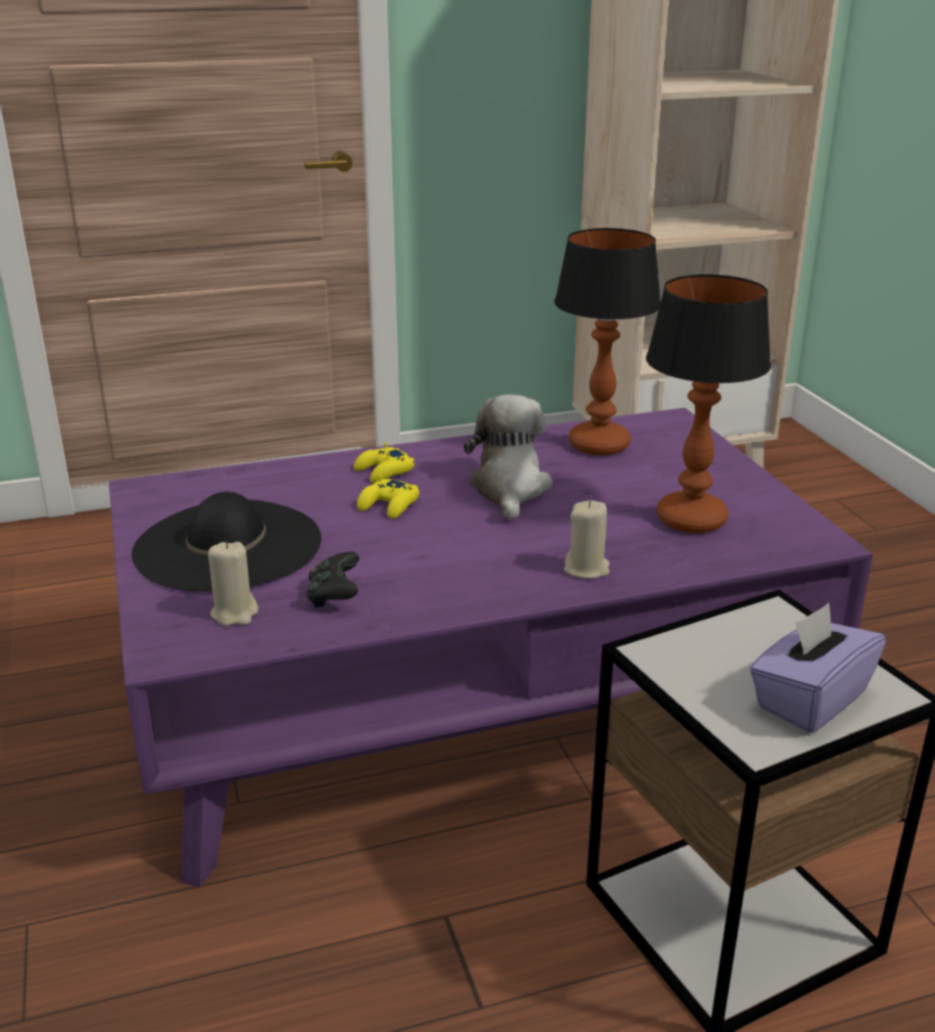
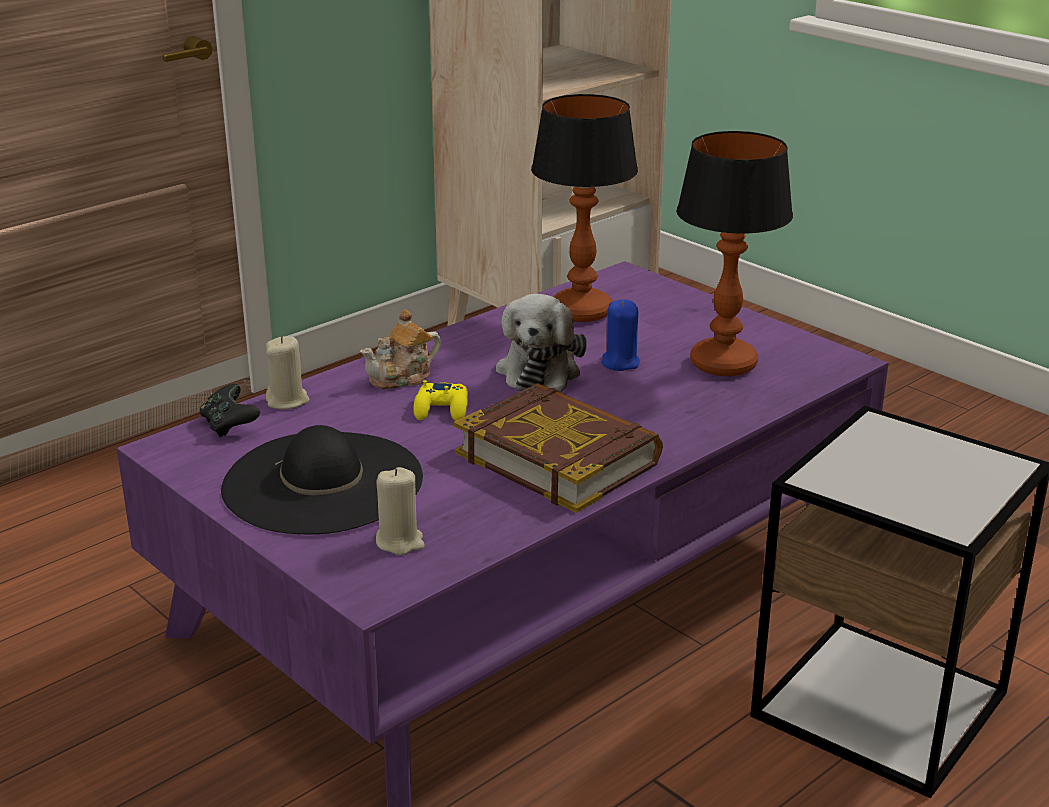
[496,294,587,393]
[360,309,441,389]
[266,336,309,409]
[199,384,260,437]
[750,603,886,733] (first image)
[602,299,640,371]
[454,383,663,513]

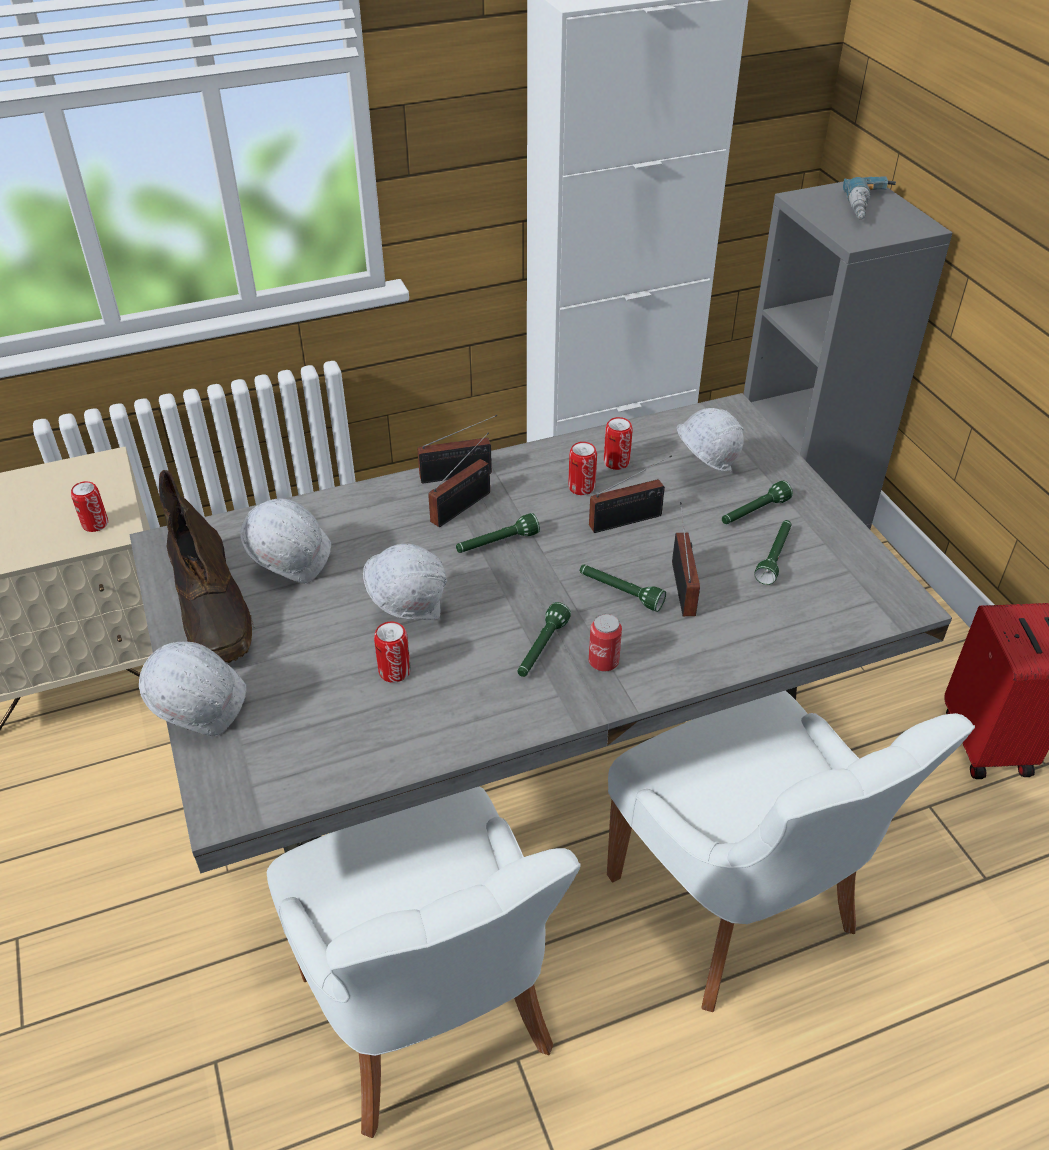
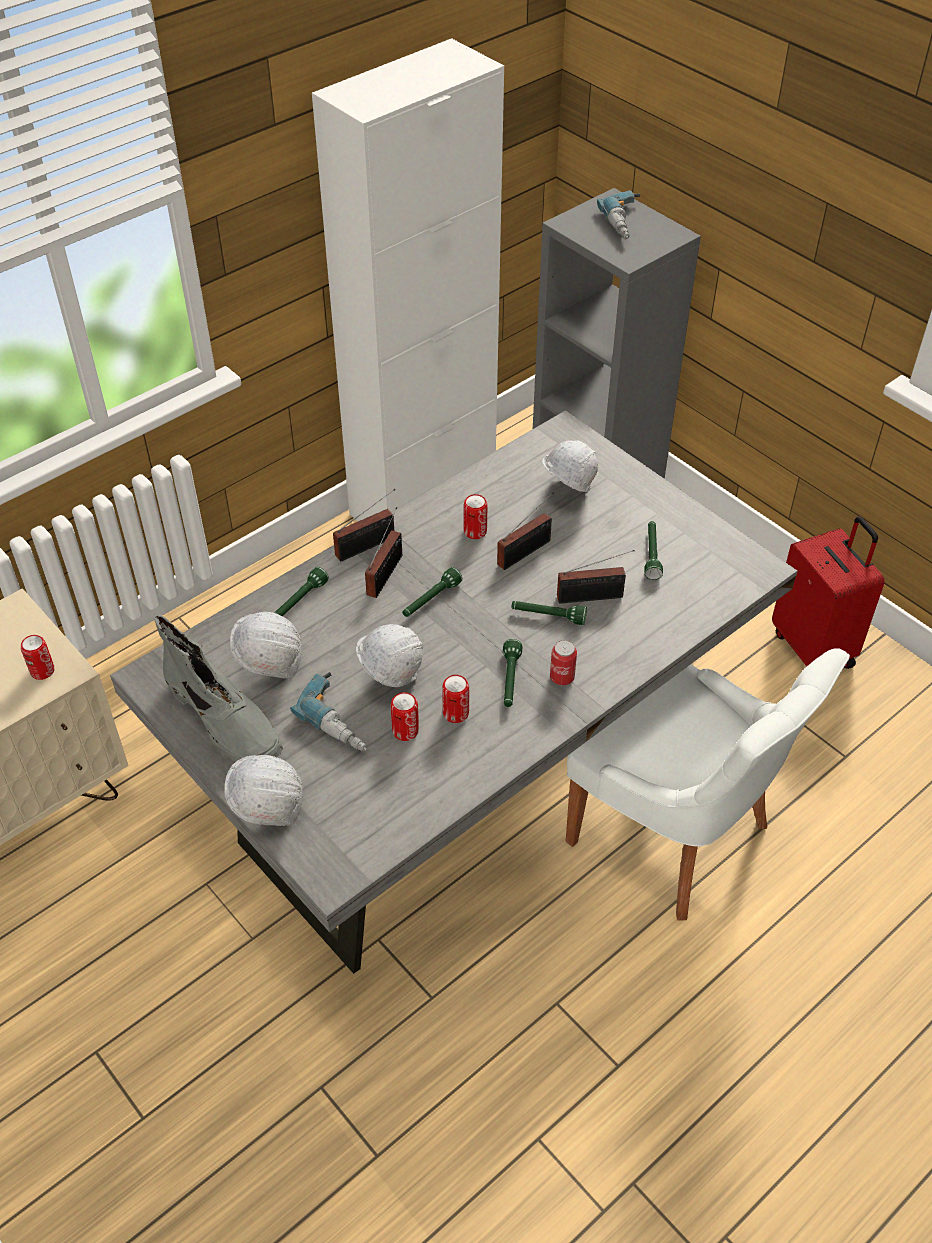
[442,675,469,723]
[155,615,283,762]
[274,567,329,616]
[557,550,634,604]
[267,787,581,1138] (first image)
[290,672,367,751]

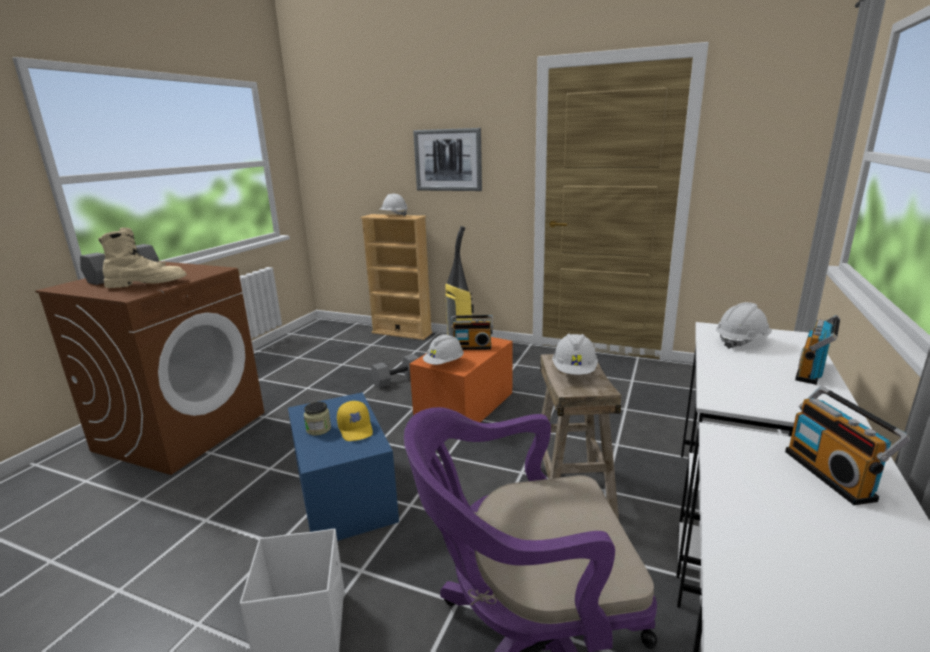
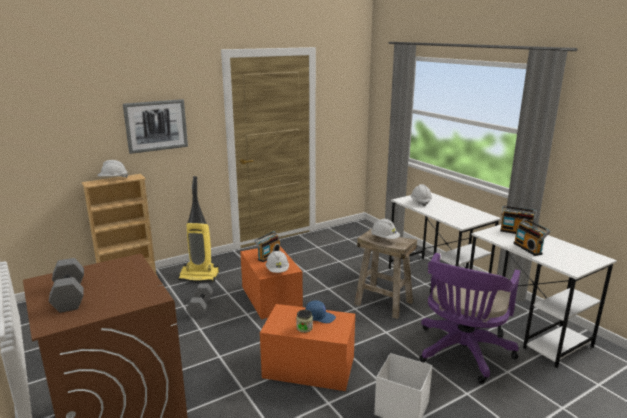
[98,227,187,288] (first image)
[513,218,550,256]
[260,304,355,391]
[305,300,336,323]

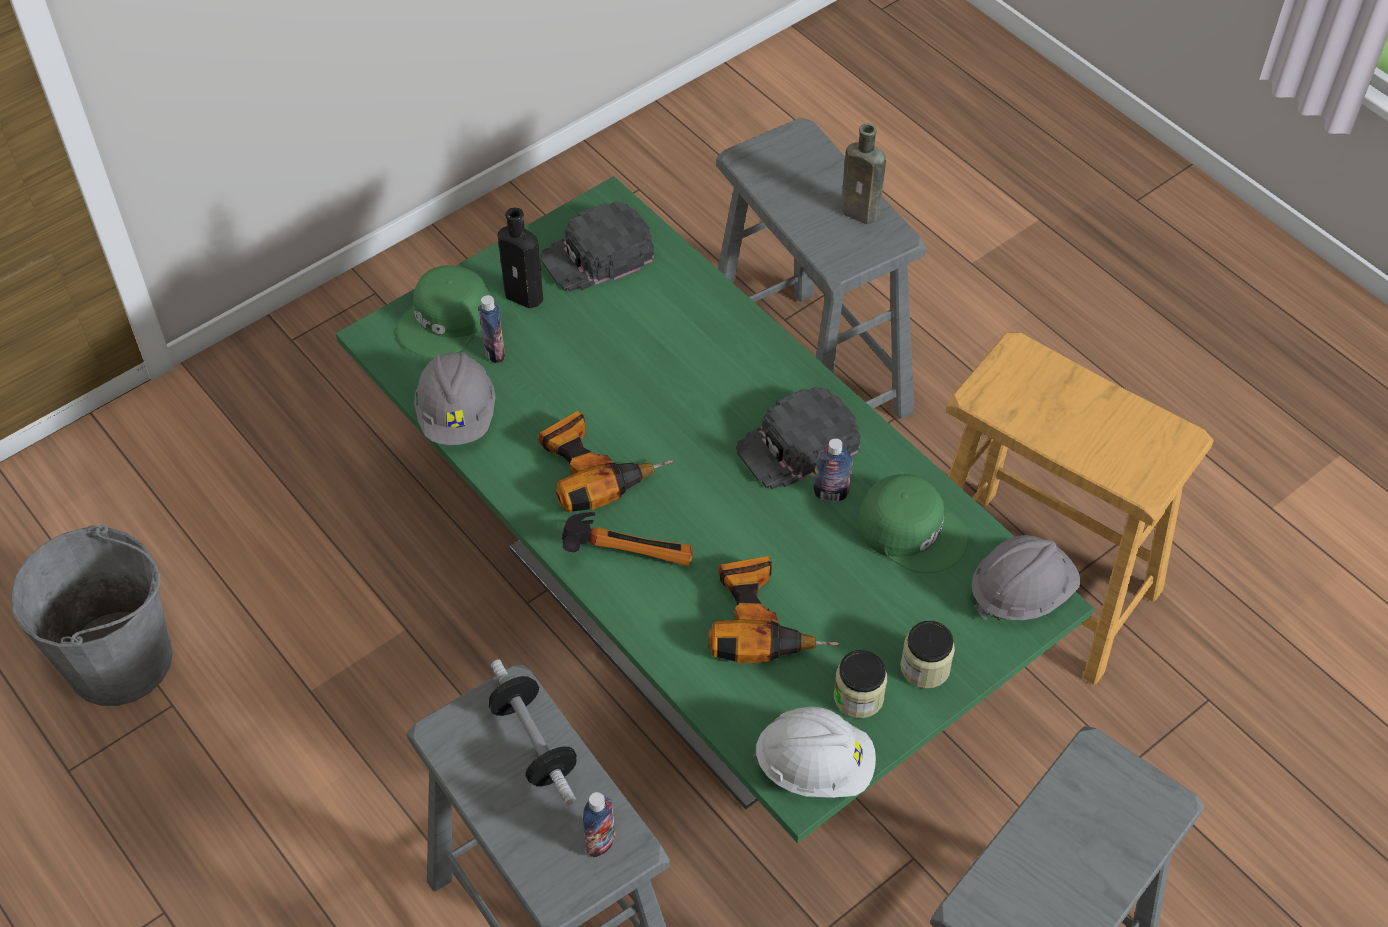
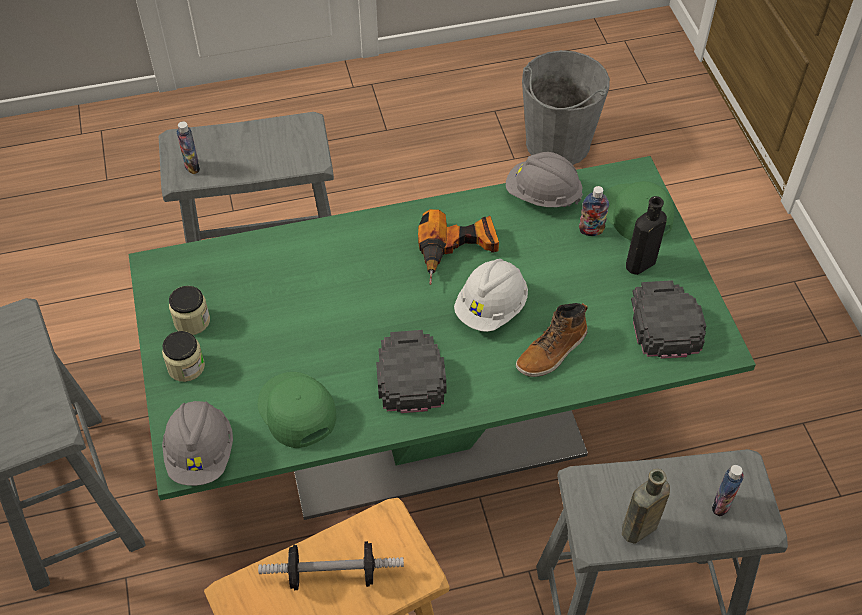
[712,465,744,516]
[258,372,336,448]
[562,512,693,566] (first image)
[708,556,839,663] (first image)
[258,541,404,590]
[454,259,528,332]
[516,303,588,377]

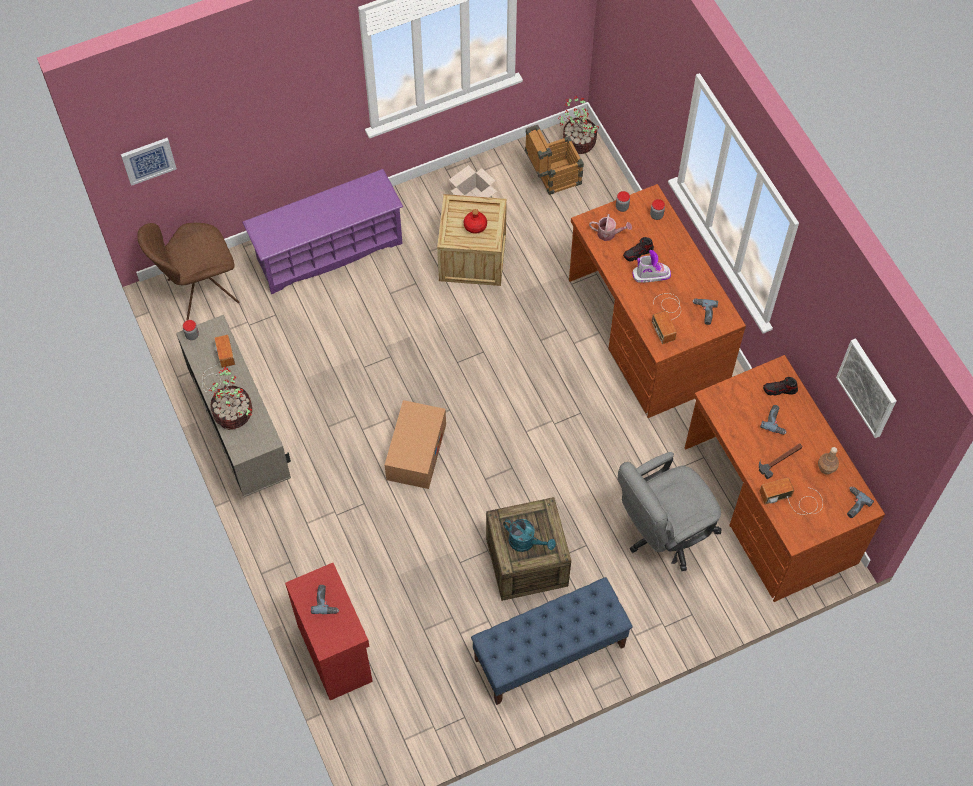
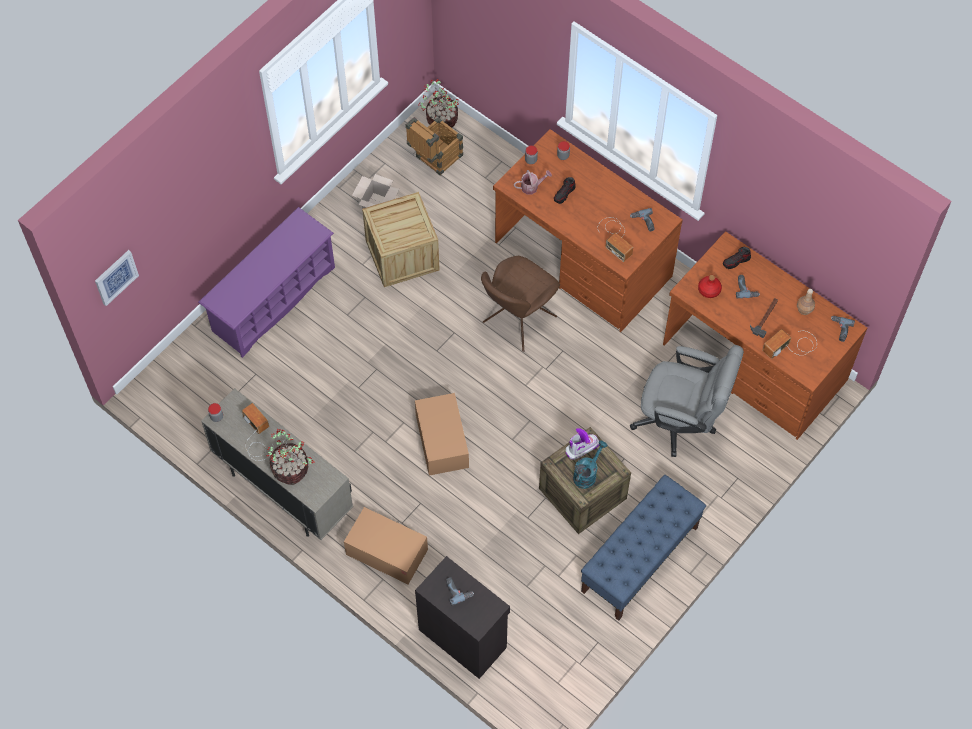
[698,275,722,298]
[481,256,560,352]
[565,428,599,460]
[836,338,896,438] (first image)
[630,345,744,457]
[573,440,608,489]
[415,556,510,679]
[344,507,428,584]

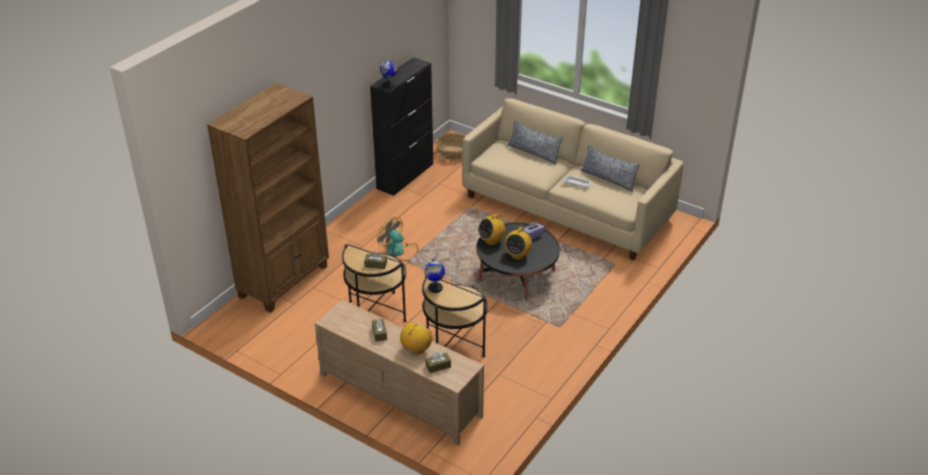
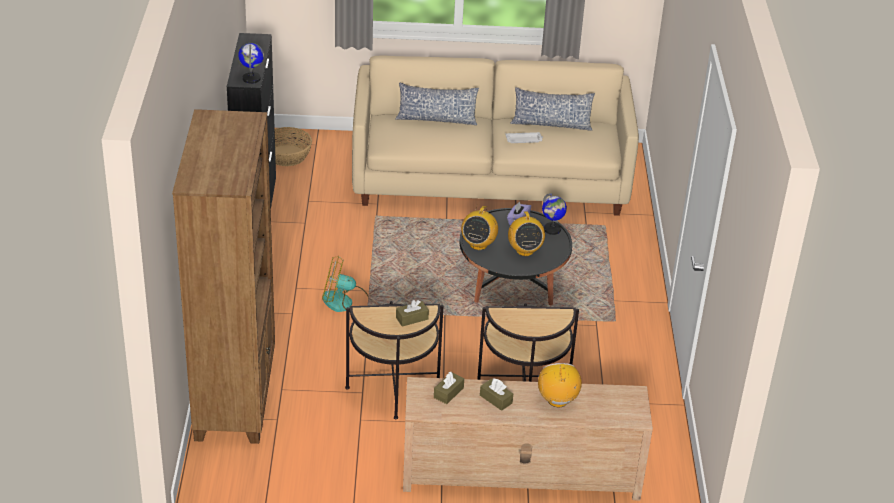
[542,193,567,235]
[434,372,464,404]

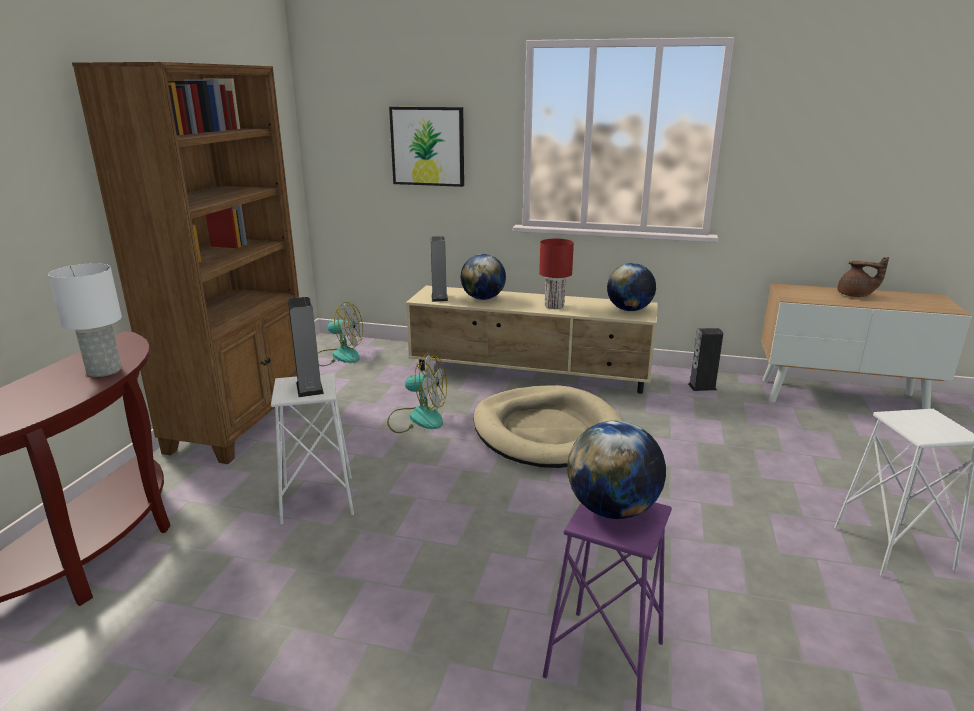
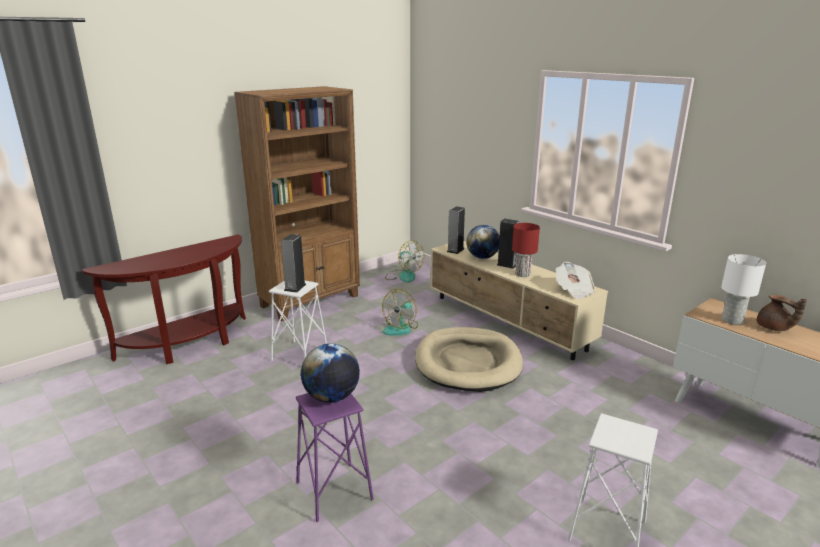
[389,107,464,187] (first image)
[721,254,766,325]
[556,262,595,300]
[497,218,520,269]
[382,289,418,336]

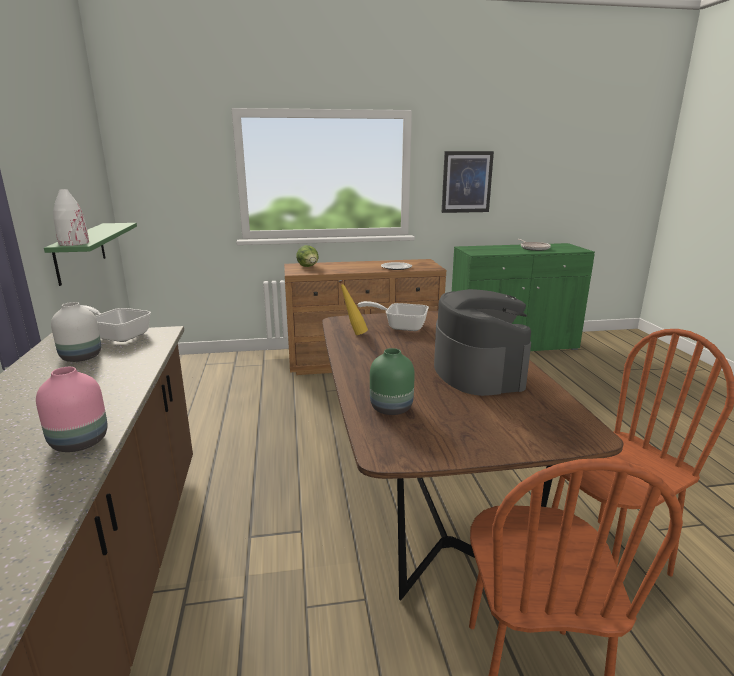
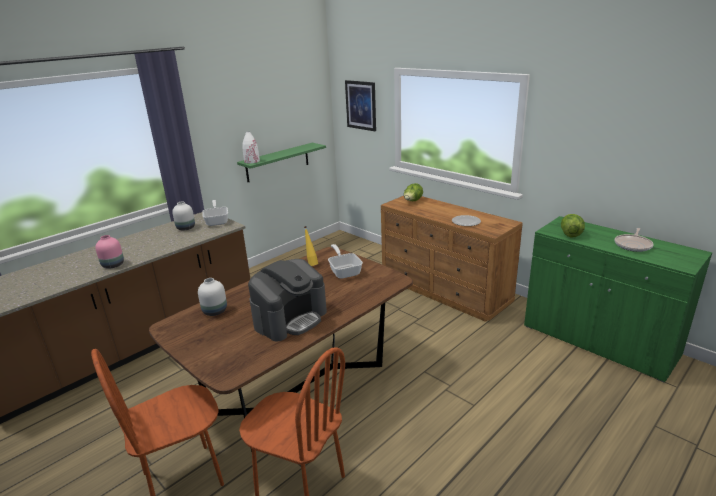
[345,80,376,131]
[198,278,227,316]
[561,214,585,237]

